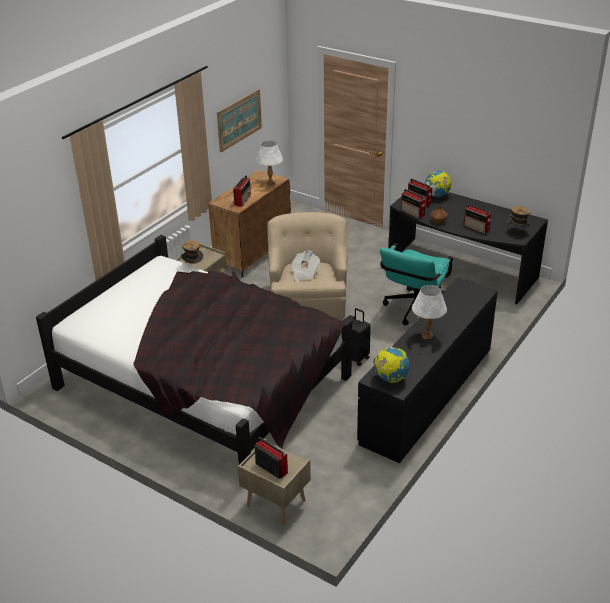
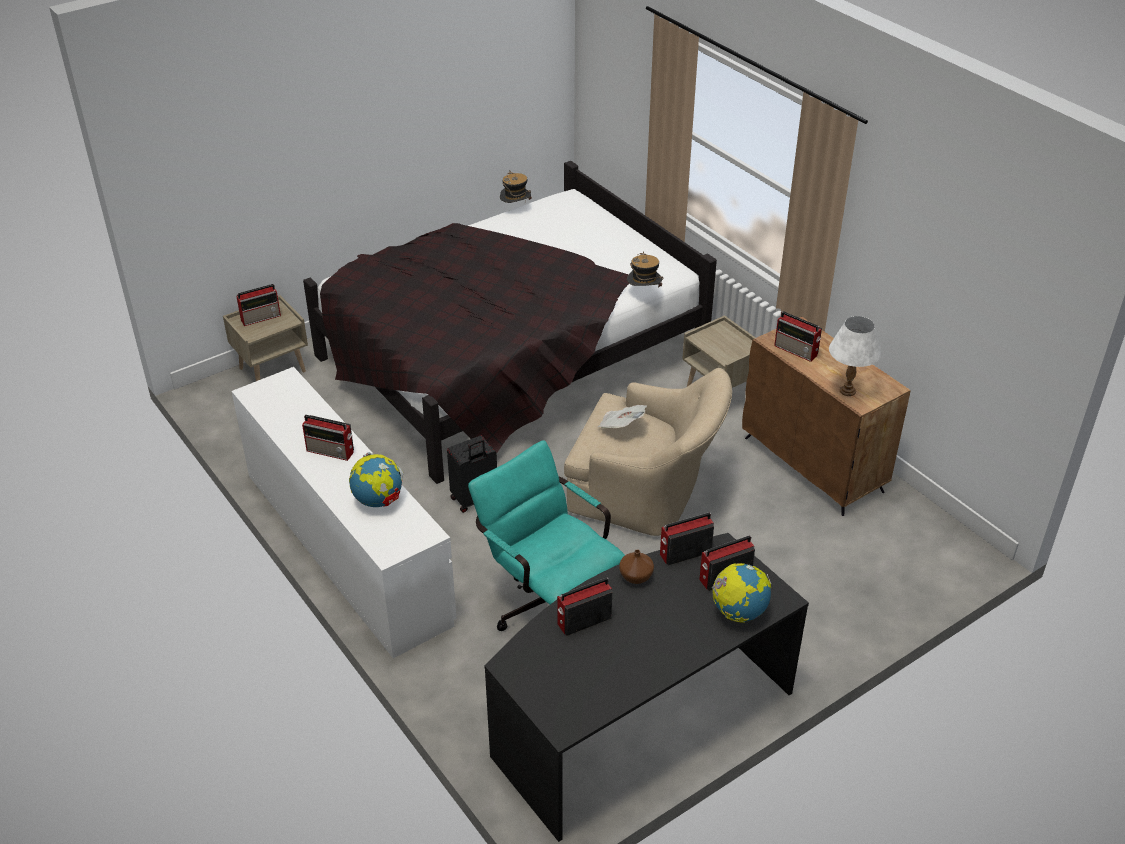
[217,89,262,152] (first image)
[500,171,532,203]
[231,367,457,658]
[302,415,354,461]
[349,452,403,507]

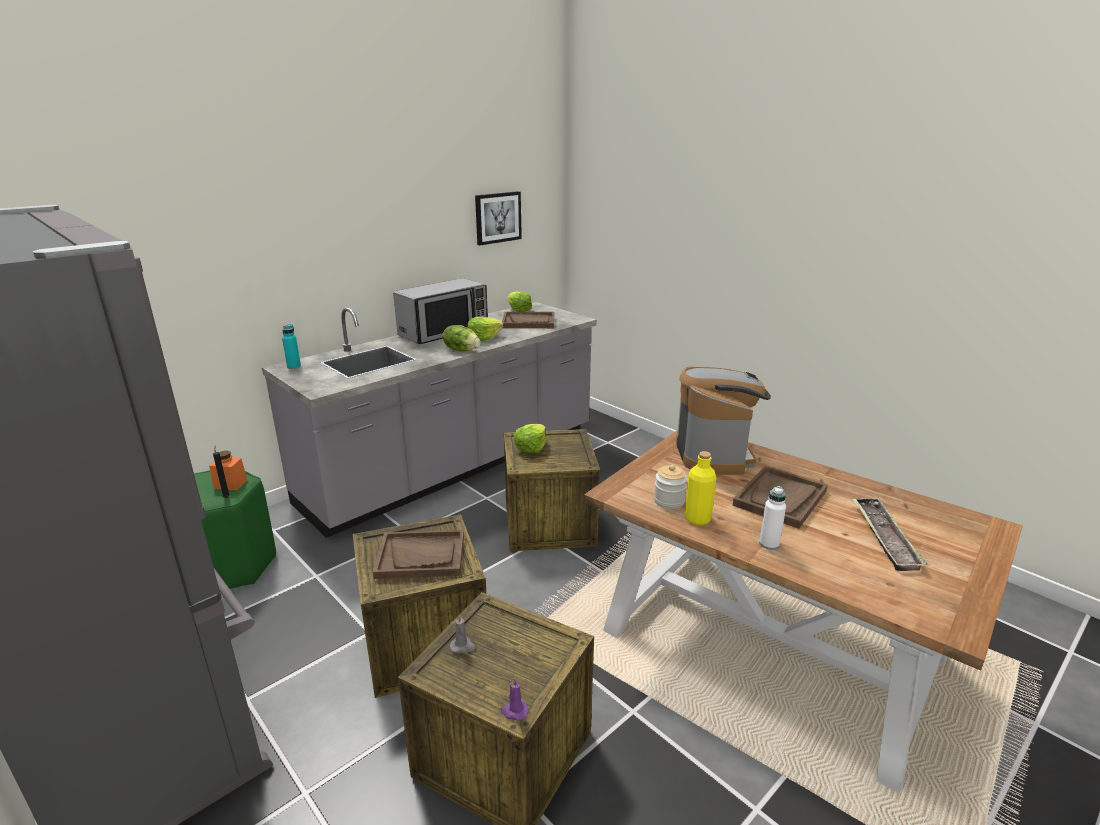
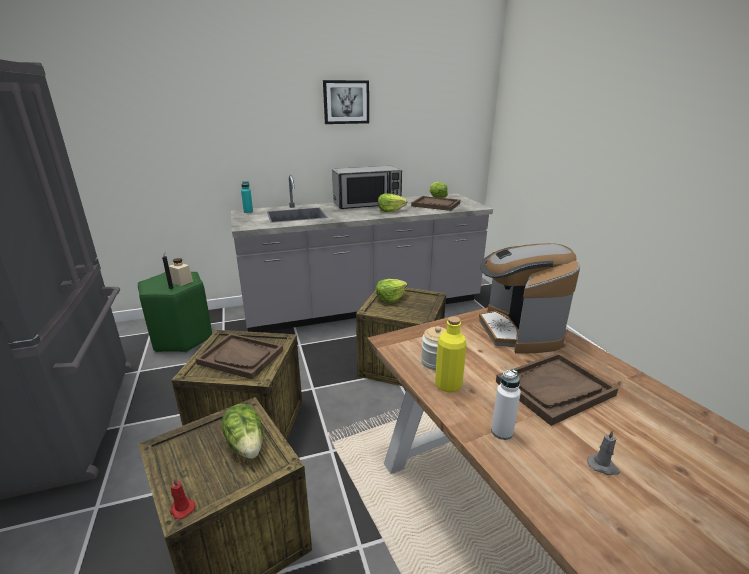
[323,80,369,124]
[221,403,263,459]
[479,243,580,354]
[169,258,193,286]
[852,498,928,571] (first image)
[587,429,620,475]
[170,478,195,519]

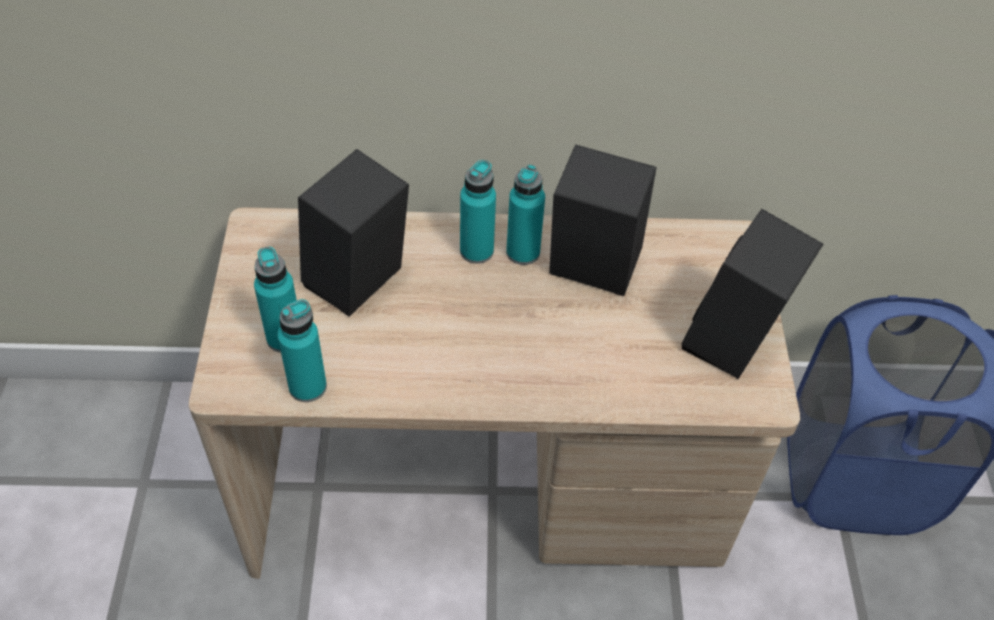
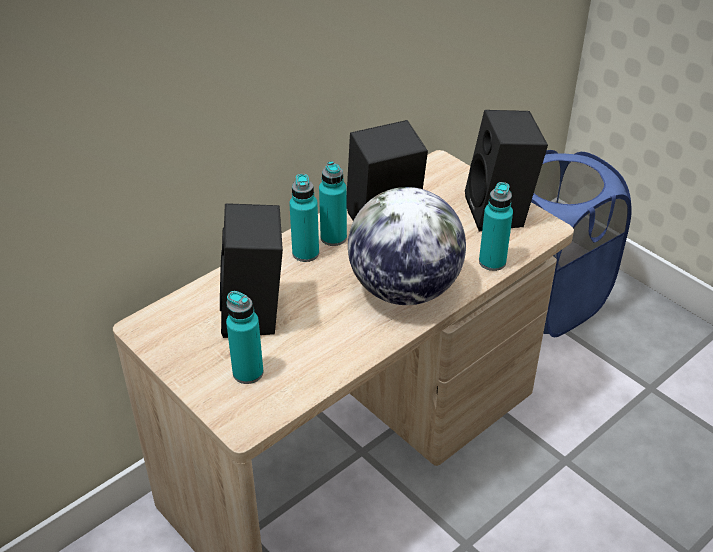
[479,182,513,271]
[348,187,466,305]

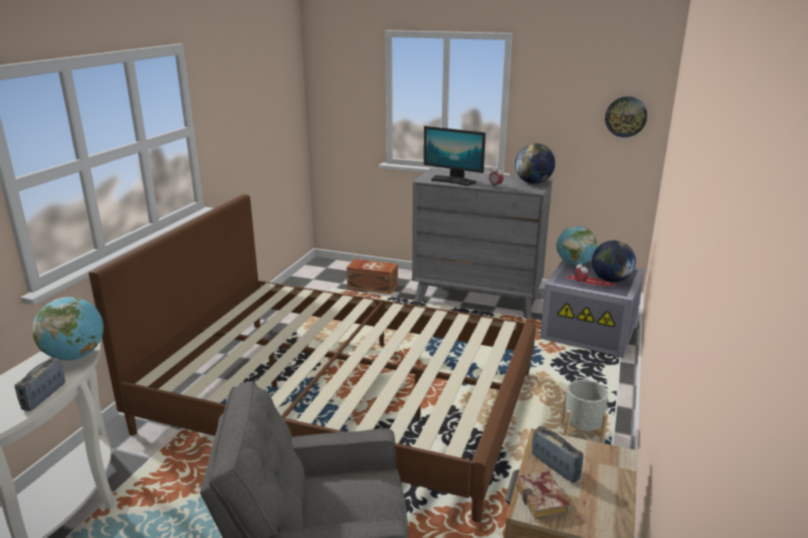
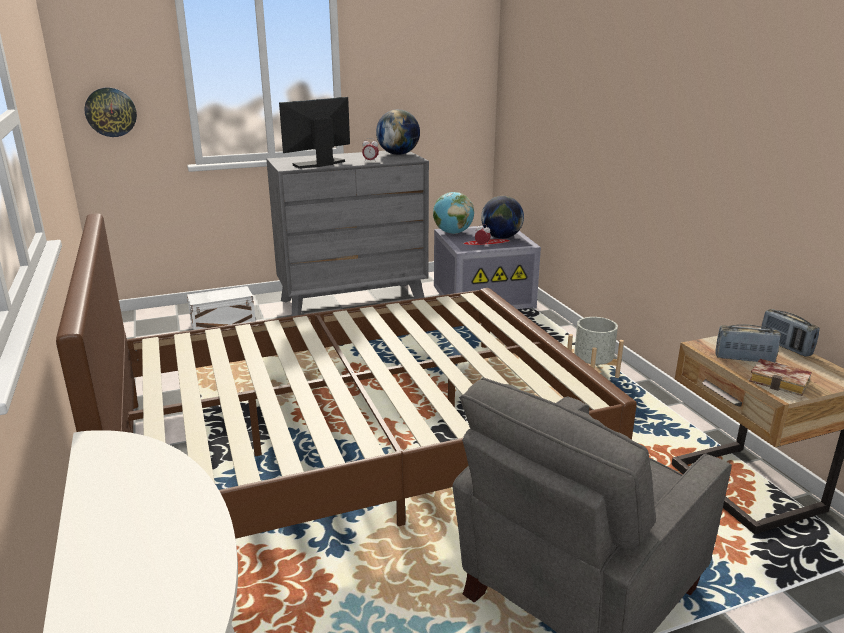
[84,87,137,137]
[279,97,350,169]
[187,286,256,330]
[32,297,104,360] (first image)
[761,309,820,357]

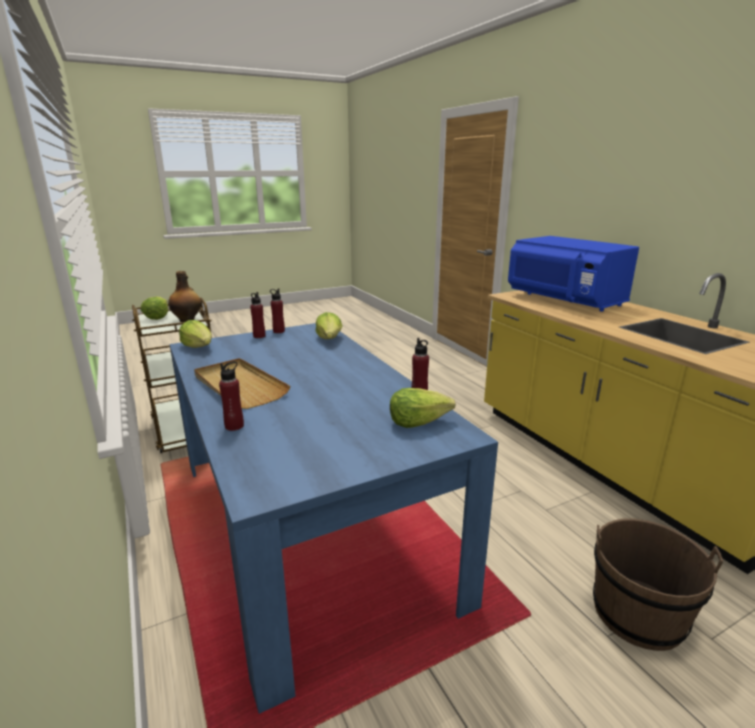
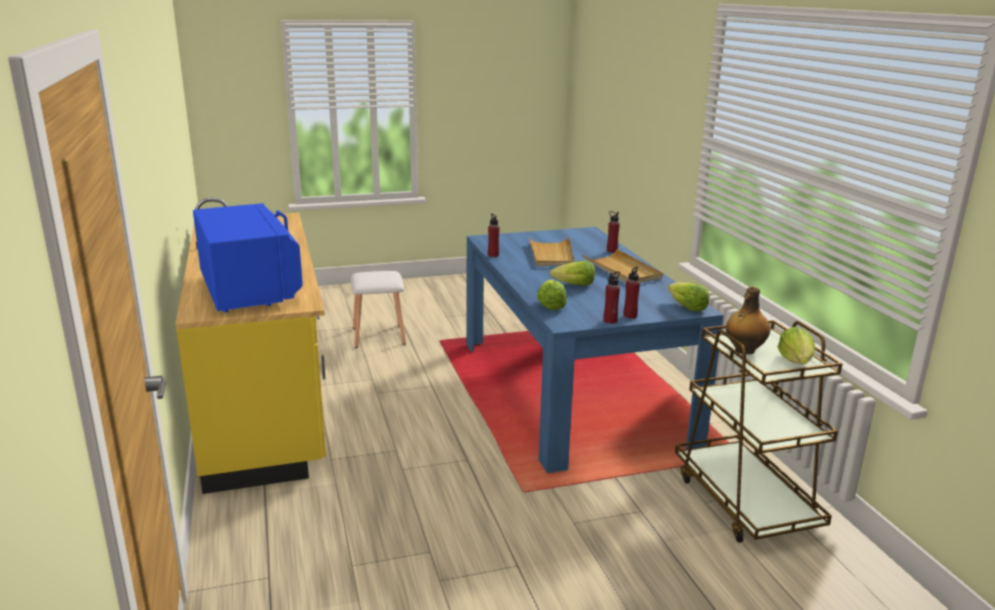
[550,261,595,286]
[351,271,406,348]
[529,237,574,266]

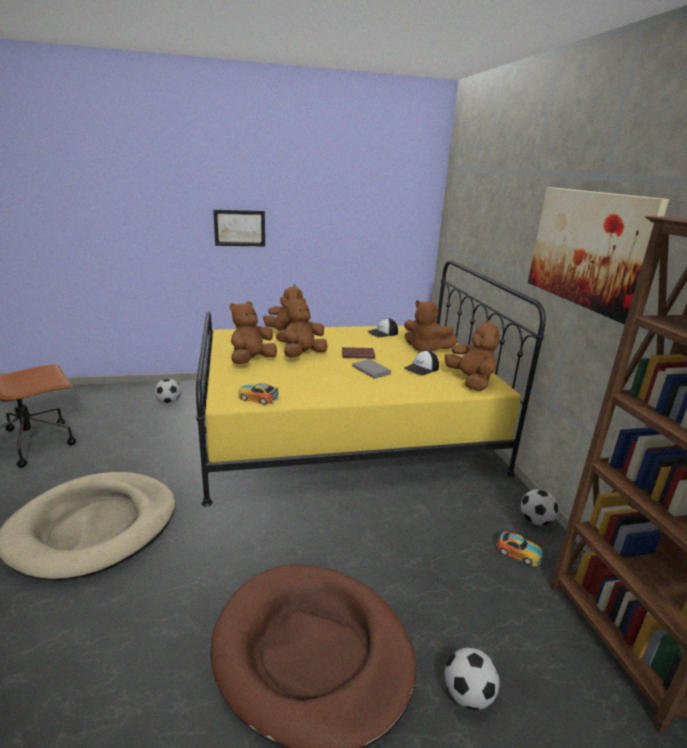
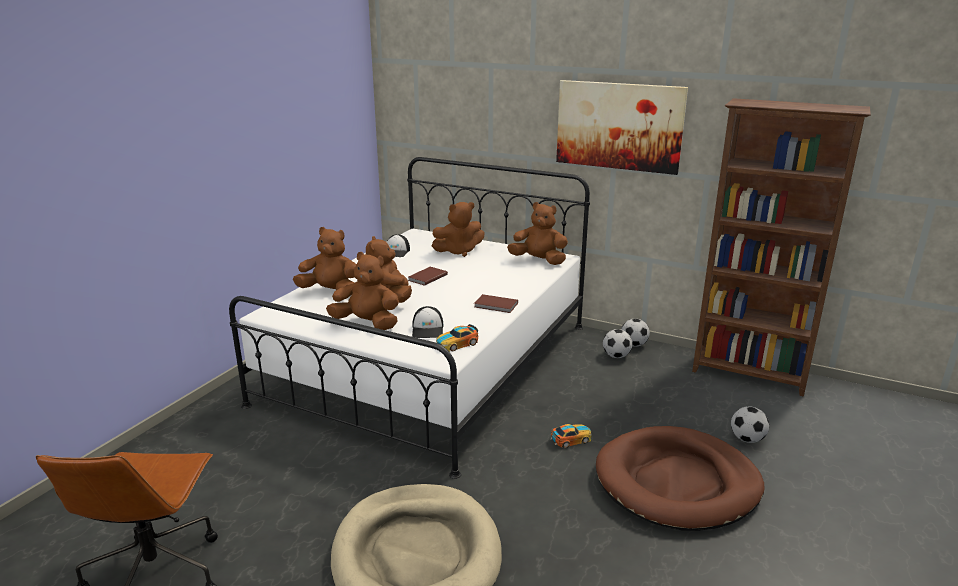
[213,209,265,246] (first image)
[229,157,590,479]
[326,252,399,330]
[412,306,444,338]
[352,359,392,379] (first image)
[603,329,632,358]
[551,424,591,448]
[474,294,518,313]

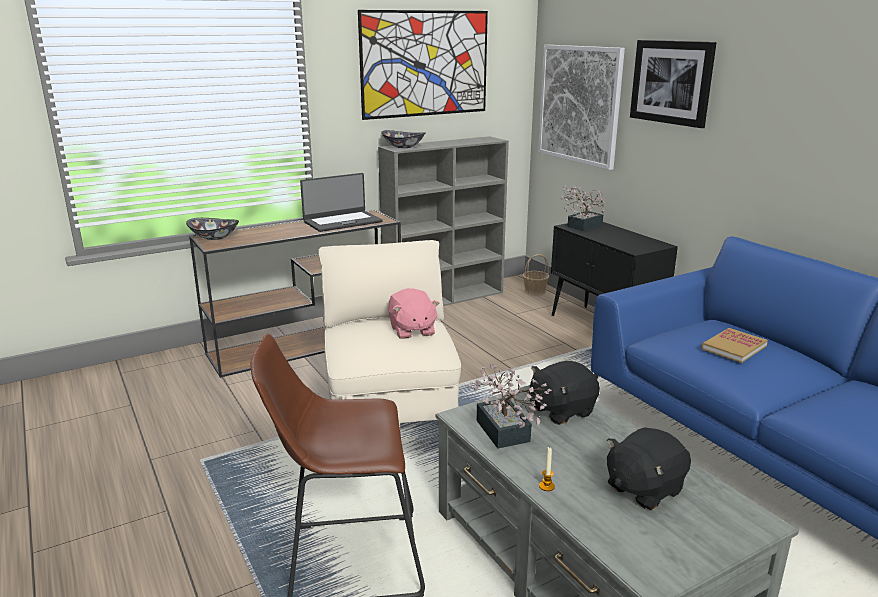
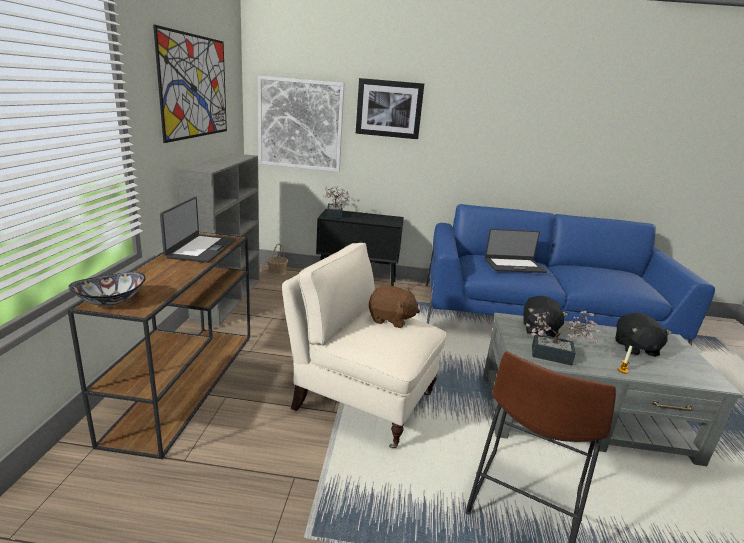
[381,130,425,148] (first image)
[369,285,420,328]
[485,229,547,273]

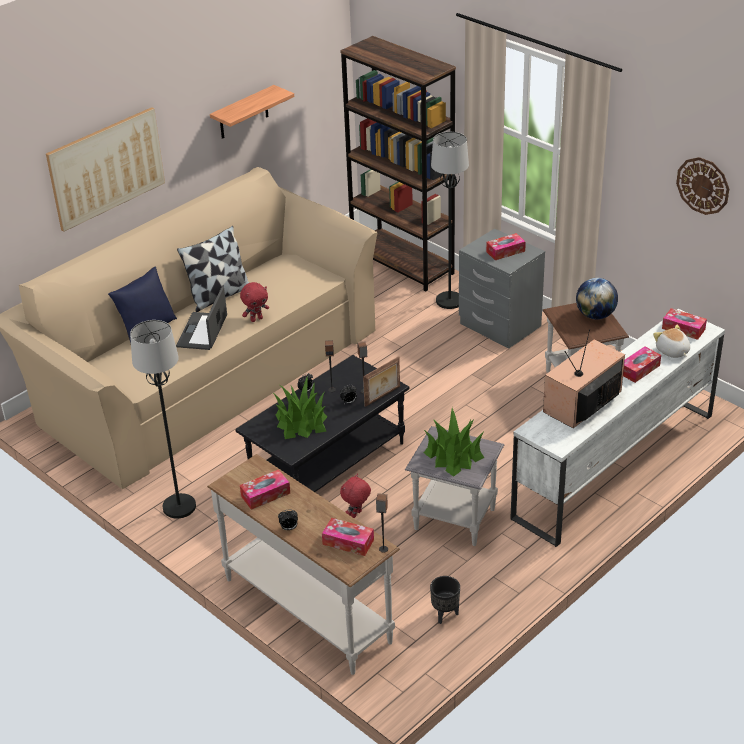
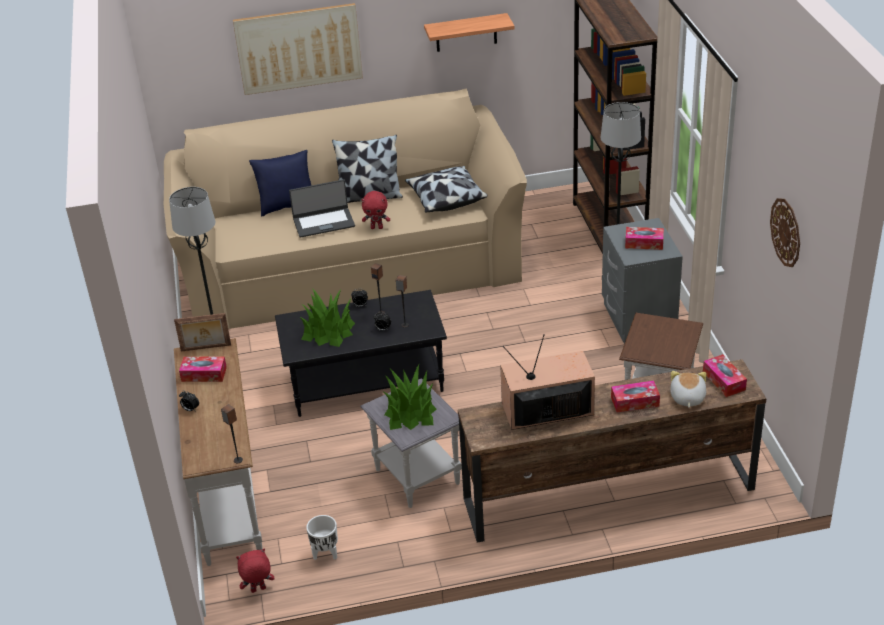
[576,278,618,319] (first image)
[289,179,355,238]
[458,359,766,543]
[174,313,231,351]
[236,549,275,593]
[322,518,374,556] (first image)
[306,515,338,560]
[405,166,487,213]

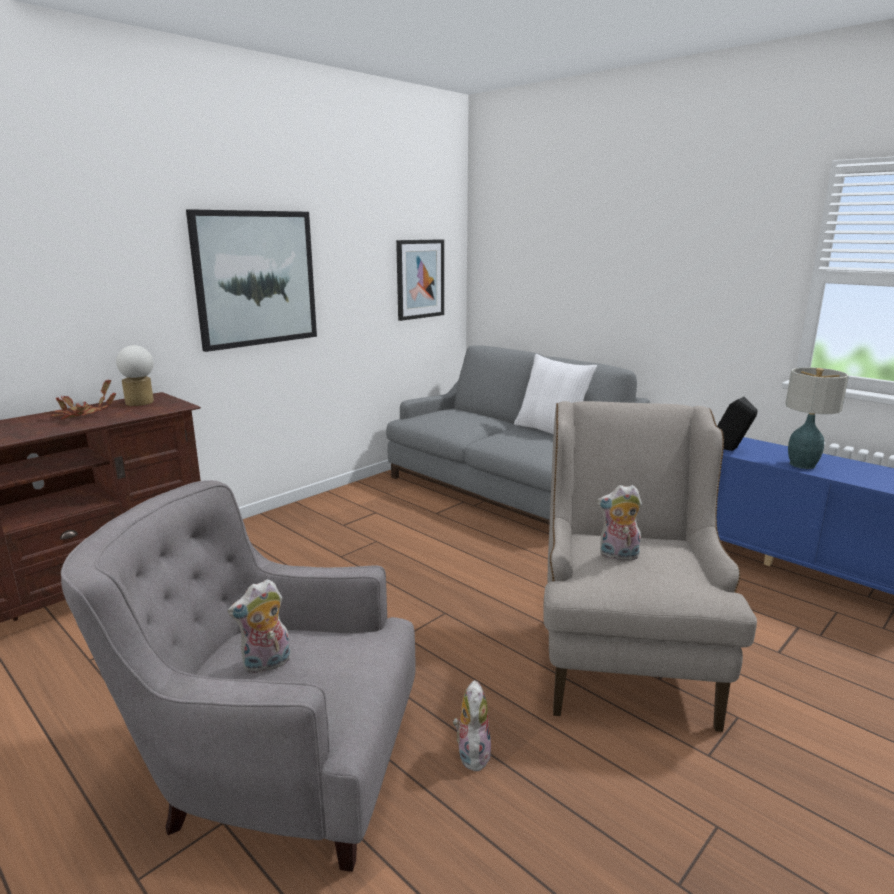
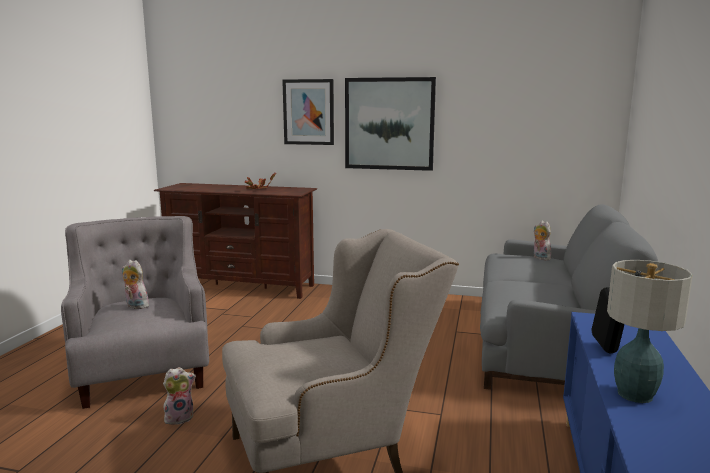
[282,79,334,145]
[116,345,154,406] (first image)
[514,354,597,434] (first image)
[534,221,551,261]

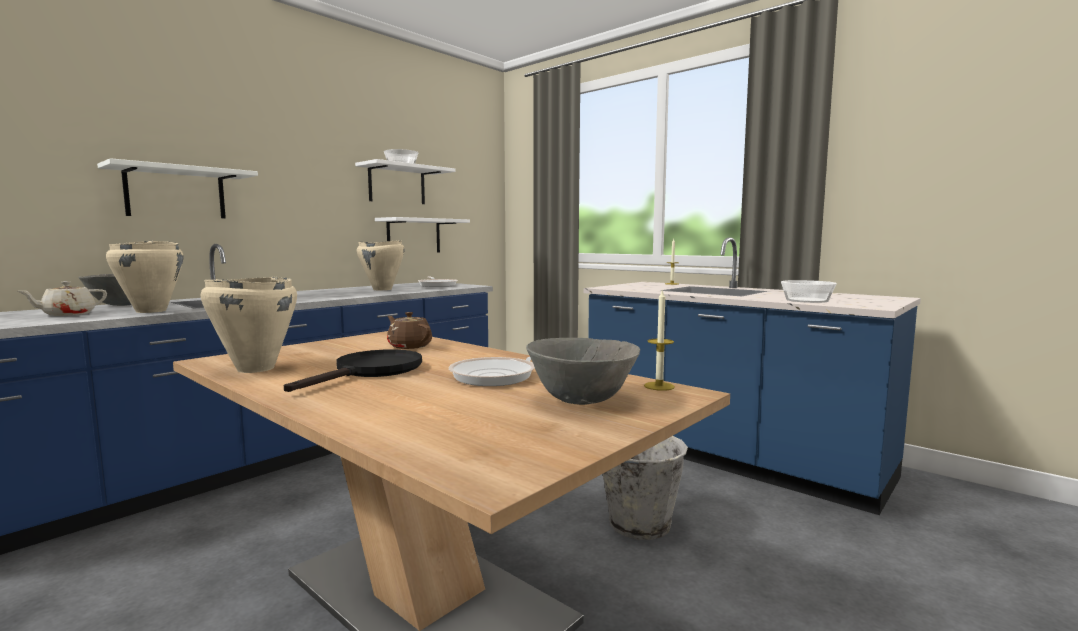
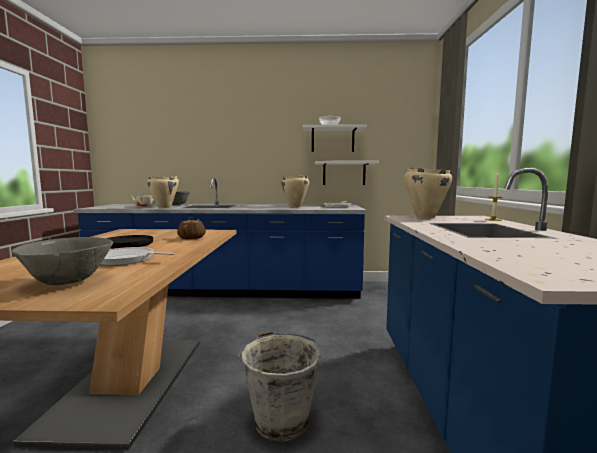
[97,158,258,218] (first image)
[404,168,452,218]
[781,280,837,303] (first image)
[644,289,675,391] (first image)

